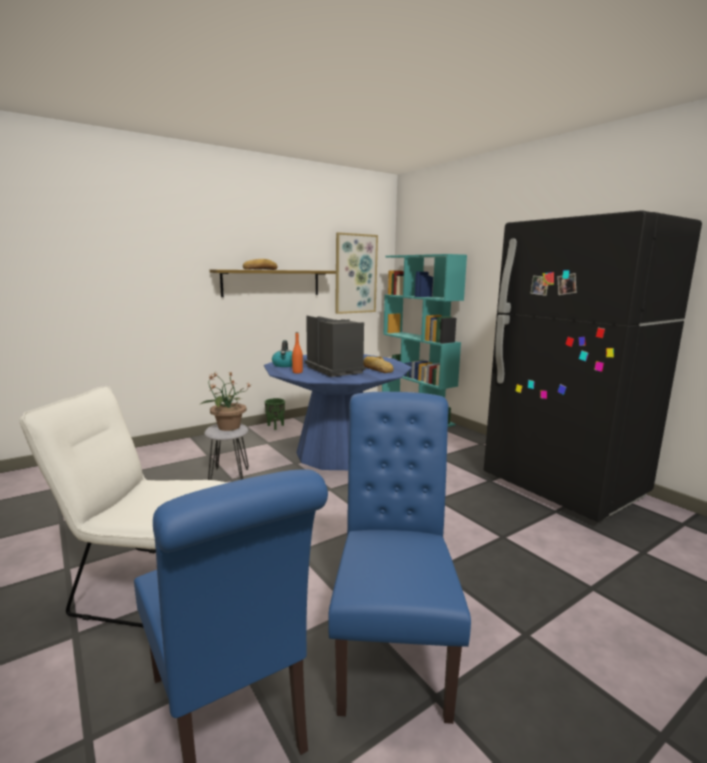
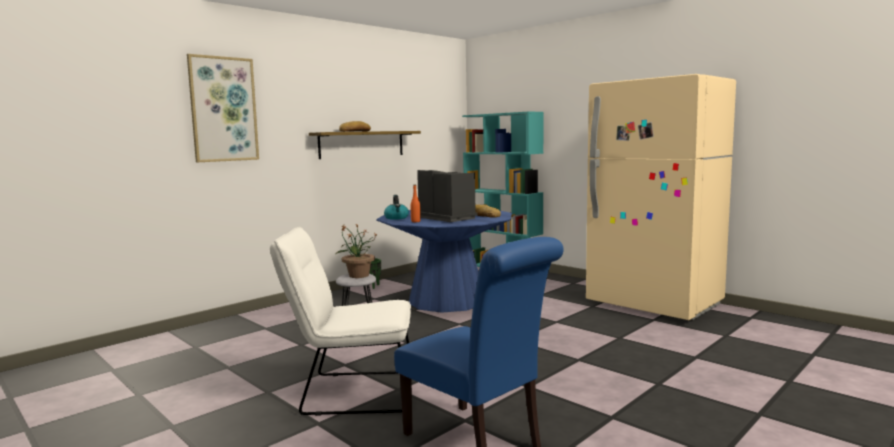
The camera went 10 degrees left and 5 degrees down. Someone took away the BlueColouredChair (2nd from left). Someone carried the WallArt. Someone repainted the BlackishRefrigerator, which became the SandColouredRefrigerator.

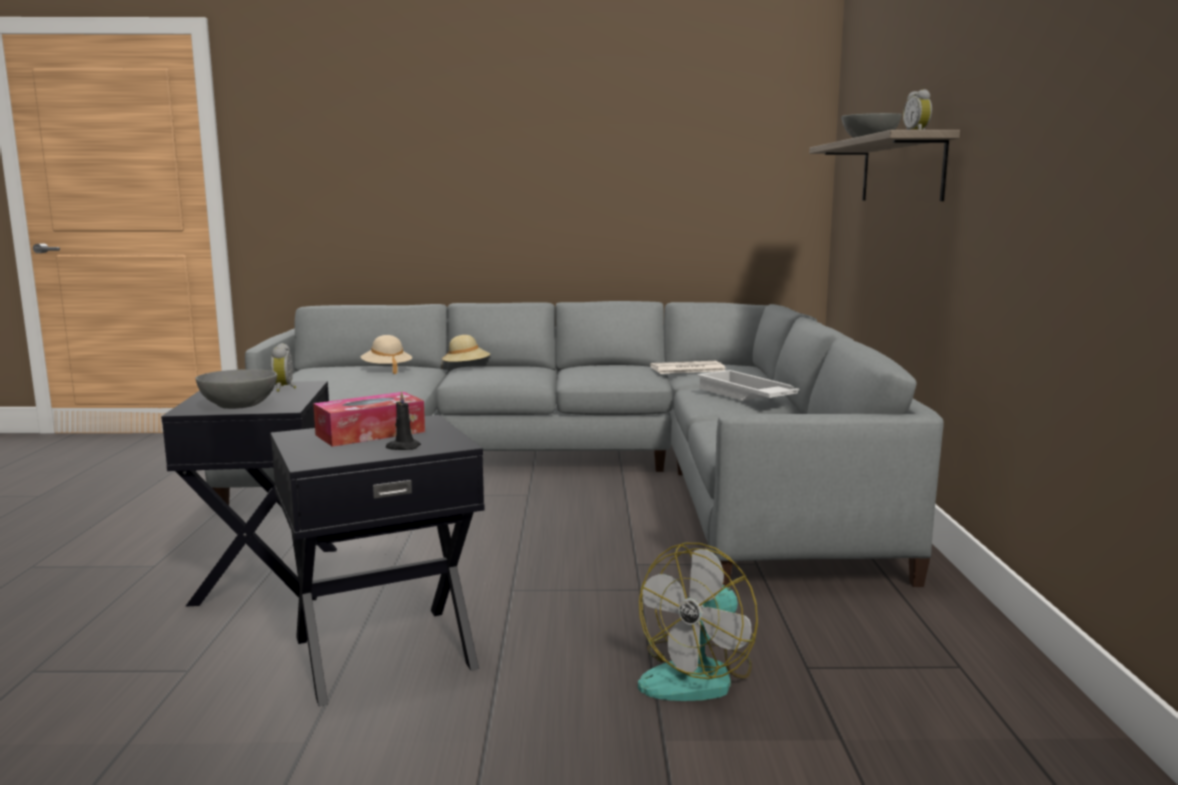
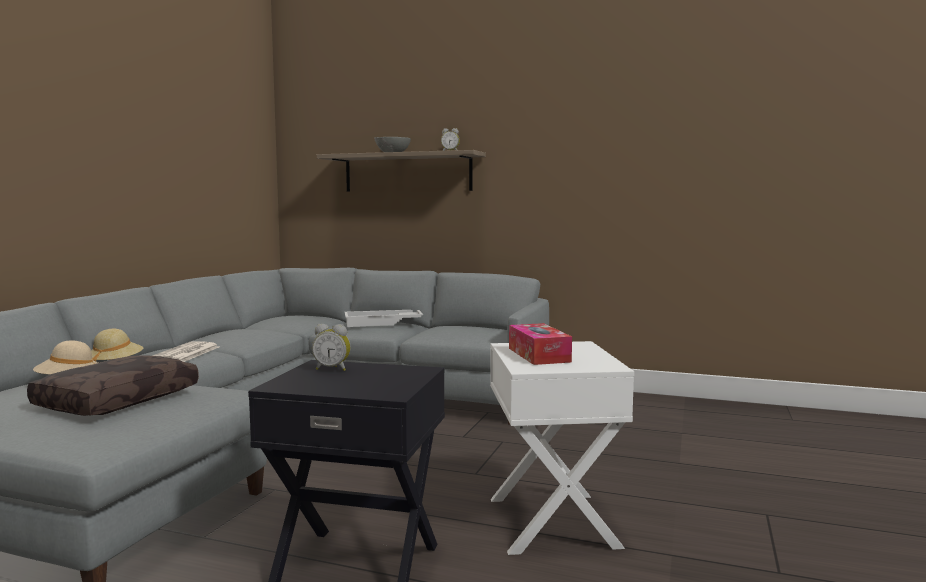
The camera went 70 degrees left and 5 degrees down. Someone took away the GreyishDeepDish (1st from left). Someone repainted the BlackishSideTable (2nd from left), which became the WhiteColouredSideTable. Someone took away the BlackishWaxCandle. Someone took away the CoolingFan. Someone carried the DailyPaper. Someone put down the BrownColouredThrowPillow.

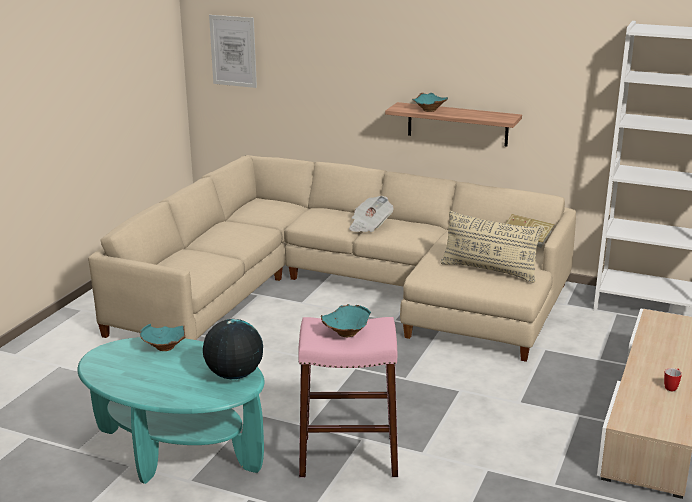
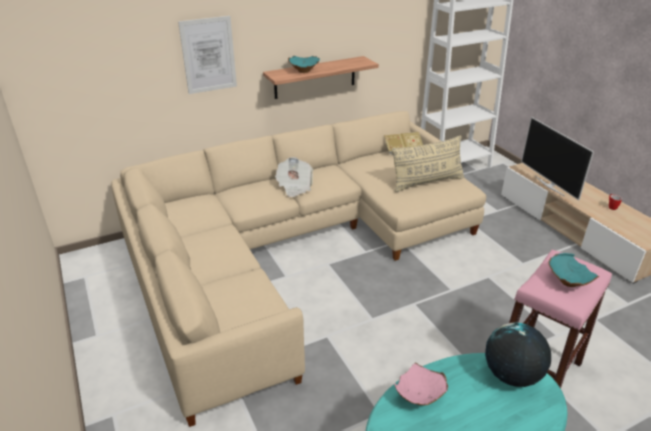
The camera went 50 degrees left and 10 degrees up. Someone repainted the BlueGreenDeepDish (1st from left), which became the PinkColouredDeepDish. Someone carried the WallArt. Someone put down the Tv.

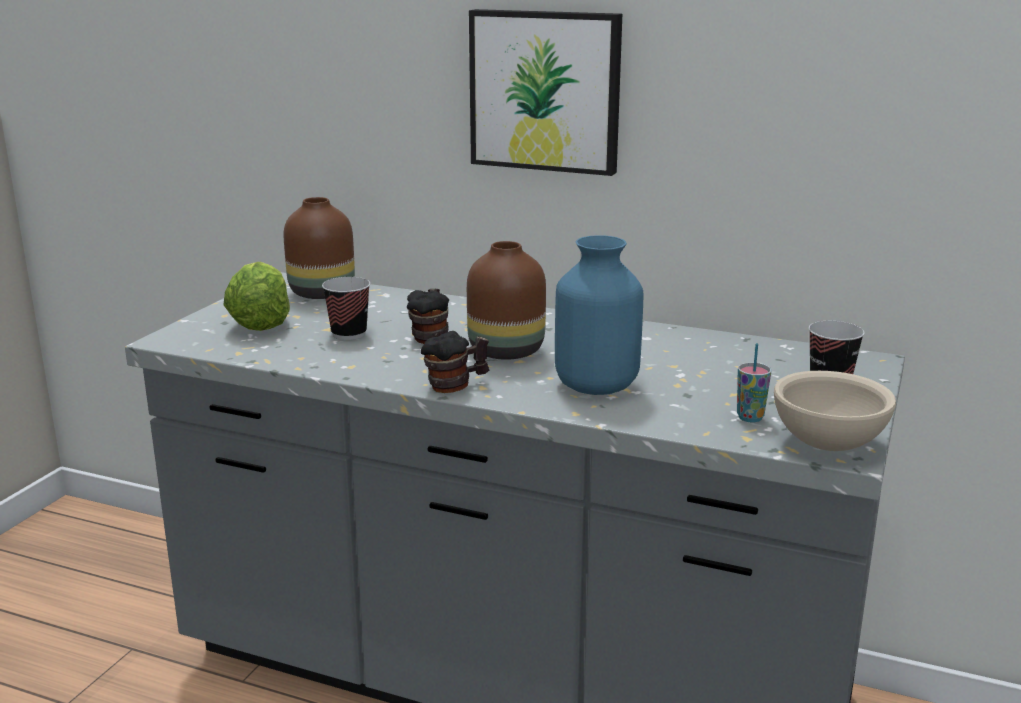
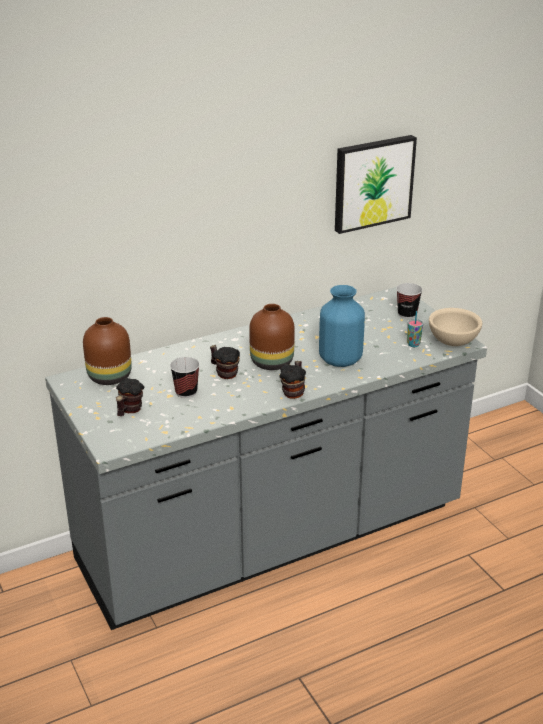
The camera went 50 degrees left and 10 degrees up. Someone swapped the Lettuce for the Mug (1st from left). Someone carried the WallArt.

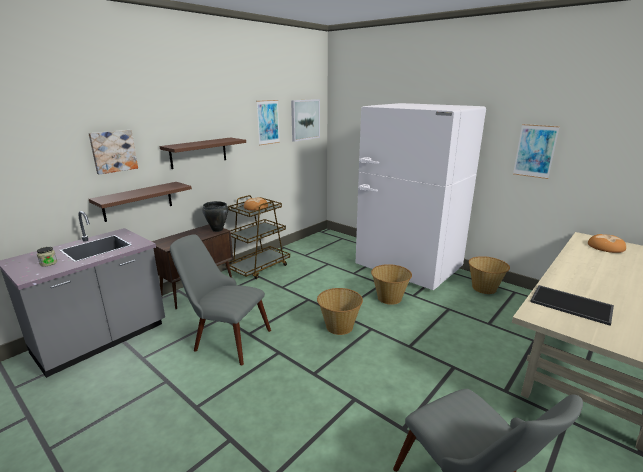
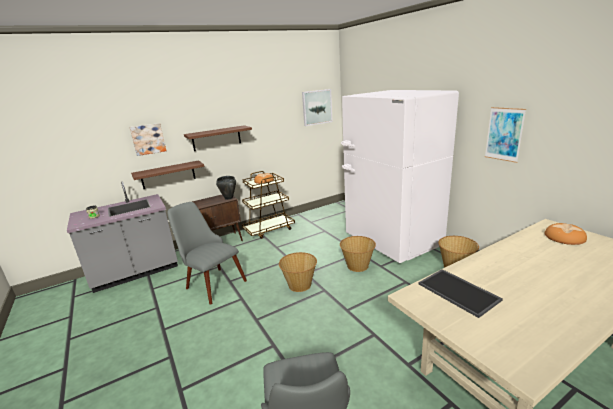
The camera went 20 degrees right and 0 degrees up. Someone took away the WallArt (2nd from left).

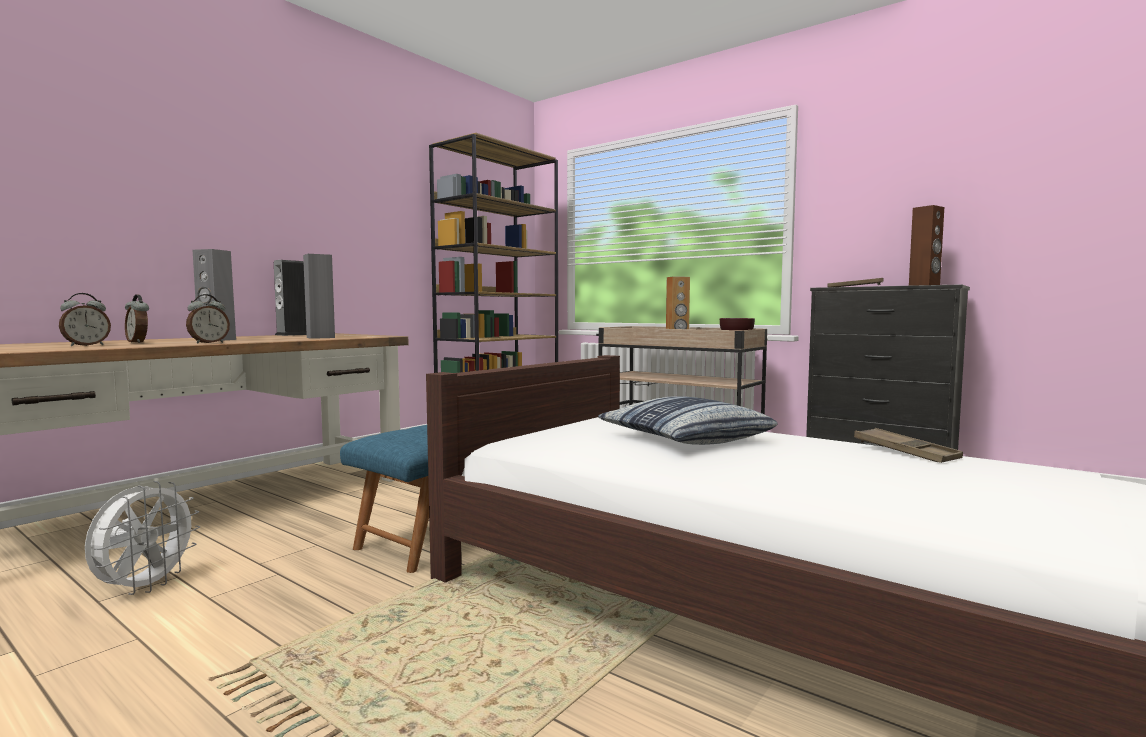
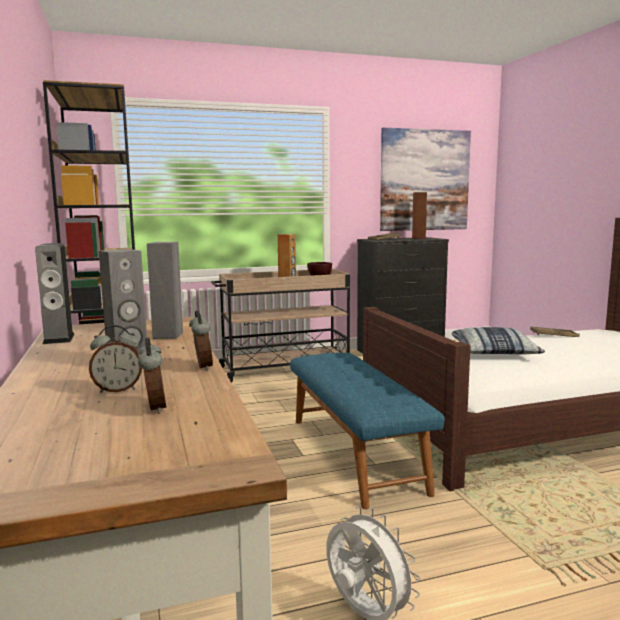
The camera went 55 degrees left and 5 degrees up. Someone put up the WallArt.

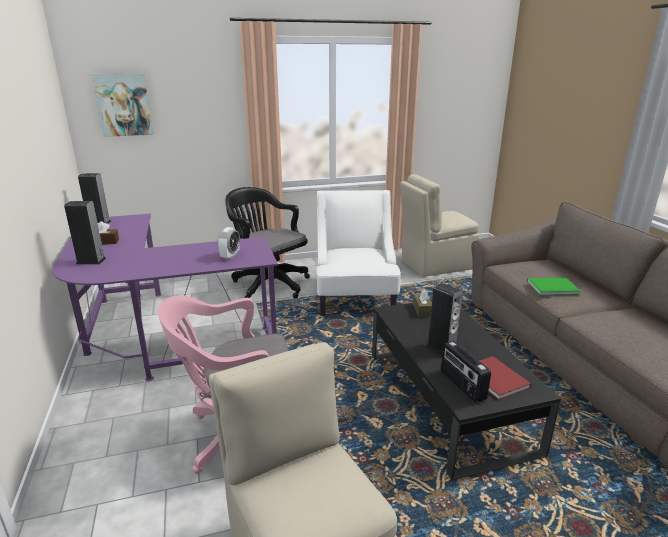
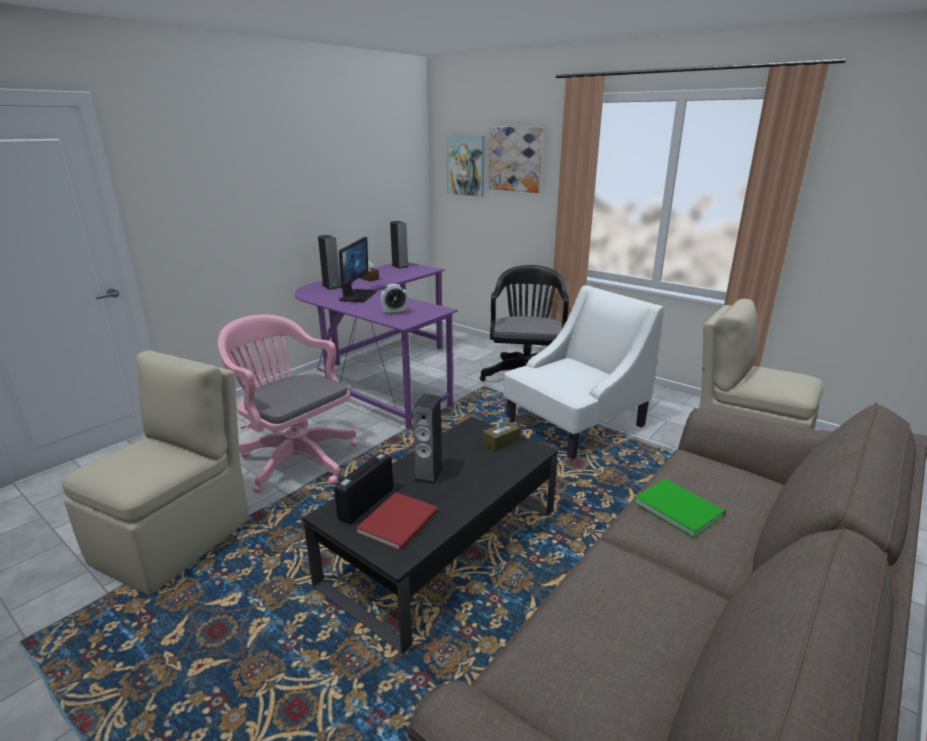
The camera went 55 degrees right and 0 degrees up. Someone put down the ComputerDisplay. Someone put up the WallArt (2nd from left).

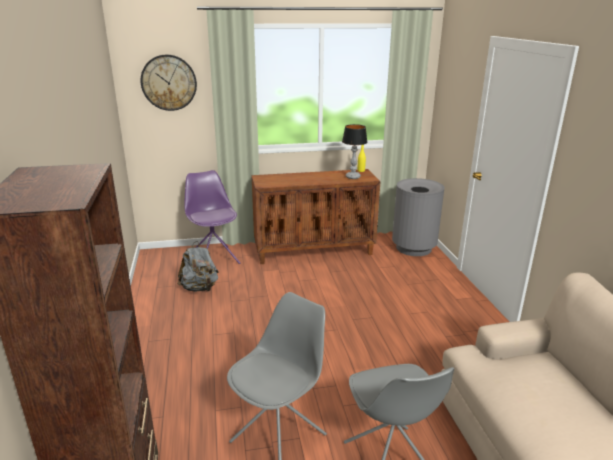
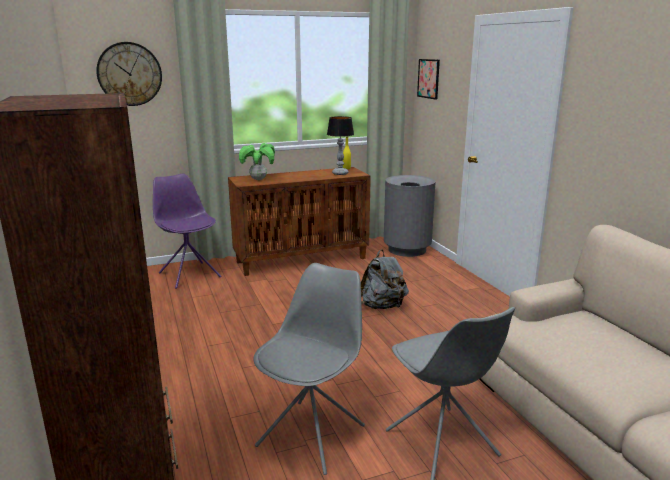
The camera went 10 degrees left and 5 degrees down. Someone carried the GreyishBackpack. Someone put down the Houseplant. Someone put up the WallArt.

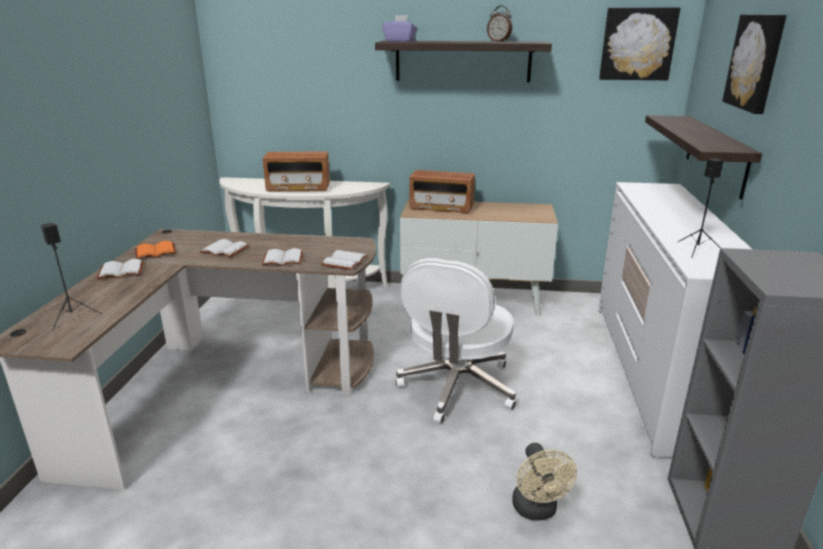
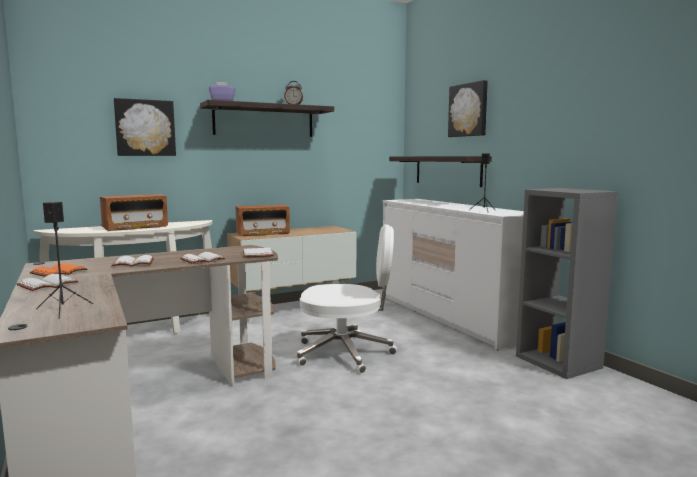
The camera went 35 degrees left and 15 degrees down. Someone rotated the WhiteColouredDeskChair by 75 degrees counterclockwise. Someone took away the SandColouredCoolingFan. Someone carried the WallArt (1st from left).

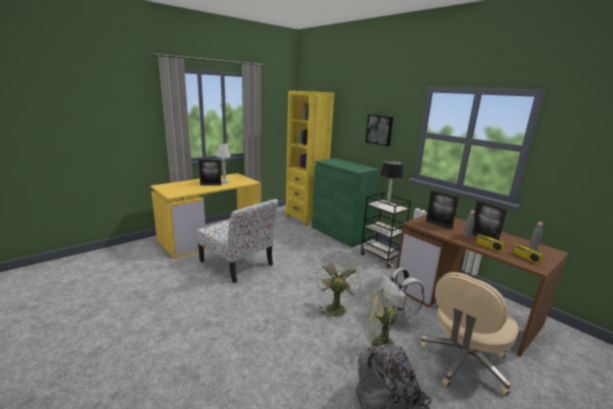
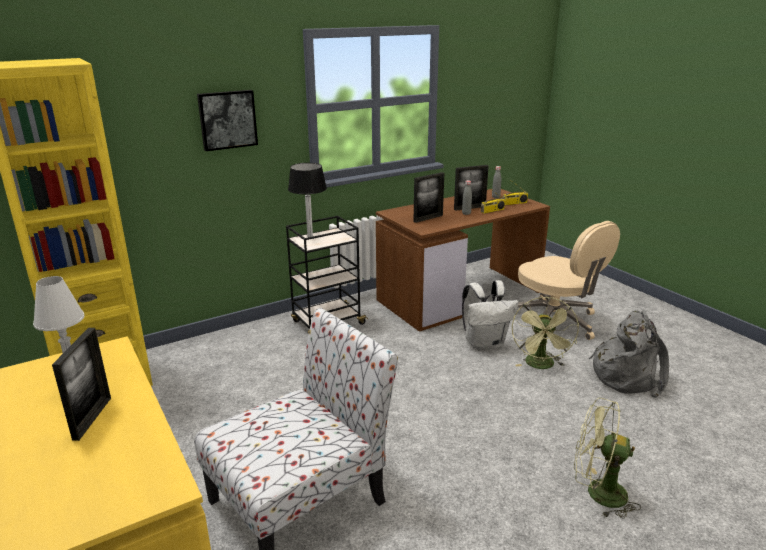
The camera went 80 degrees left and 5 degrees up. Someone took away the GreenishCabinet. Someone carried the GreenishCoolingFan (1st from left in the first image).

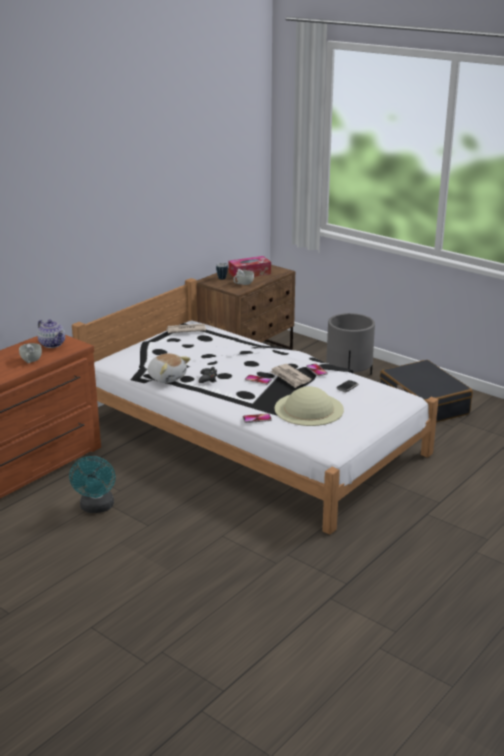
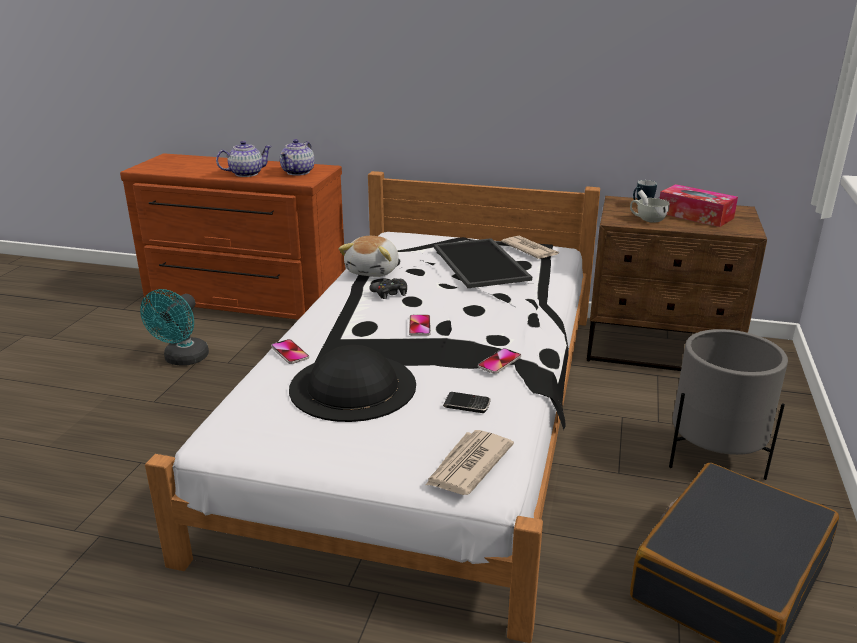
The camera went 65 degrees right and 0 degrees up. Someone swapped the WhiteColouredCup (1st from left) for the Teapot (1st from left). Someone rotated the BlueGreenCoolingFan by 45 degrees counterclockwise. Someone carried the DailyPaper (2nd from left in the first image). Someone repainted the SandColouredWearableHat, which became the BlackishWearableHat. Someone put down the Tray.

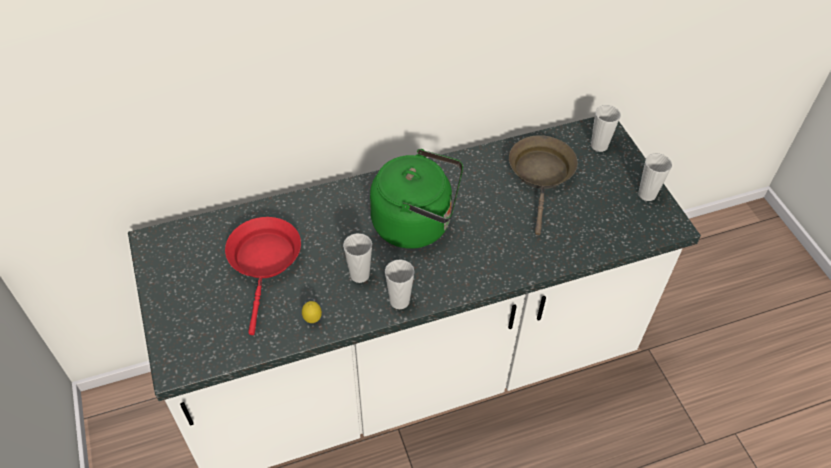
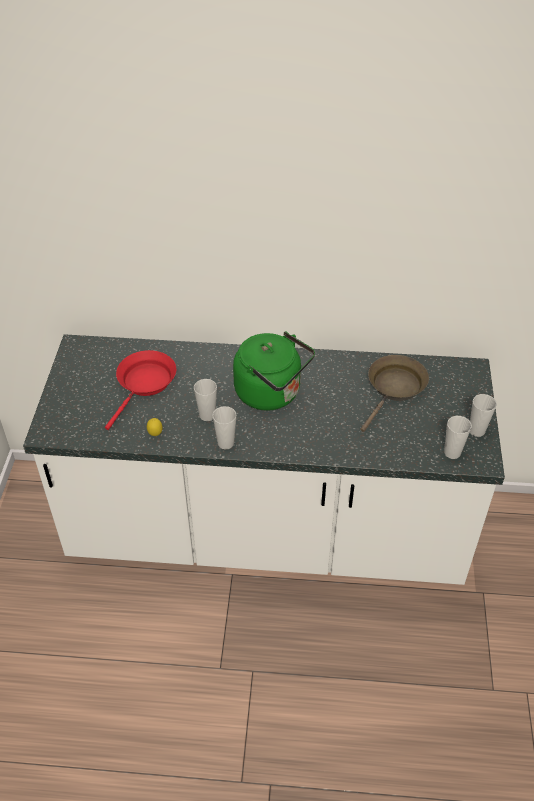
The camera went 25 degrees right and 5 degrees down. Someone carried the Cup (3rd from left).

